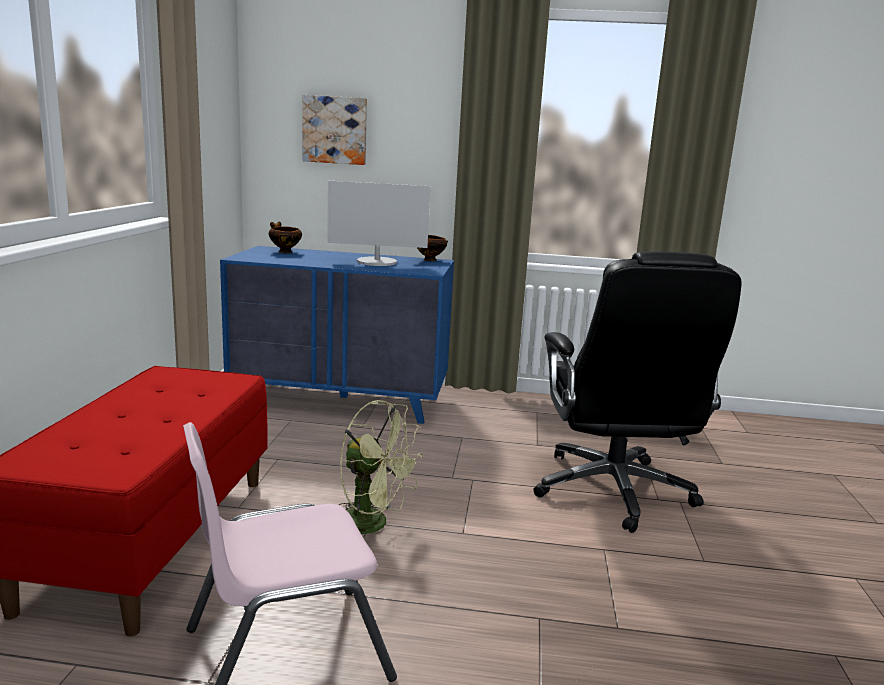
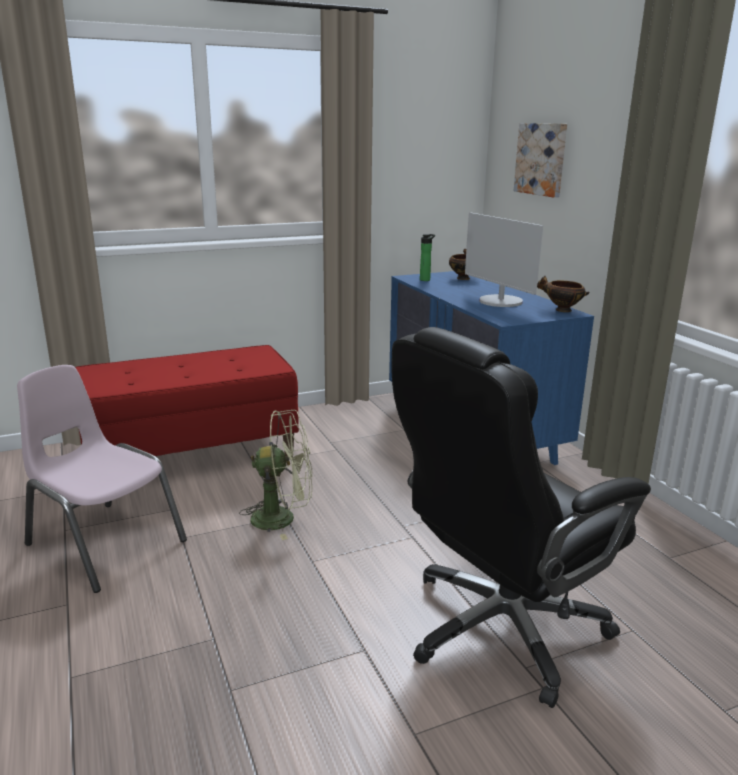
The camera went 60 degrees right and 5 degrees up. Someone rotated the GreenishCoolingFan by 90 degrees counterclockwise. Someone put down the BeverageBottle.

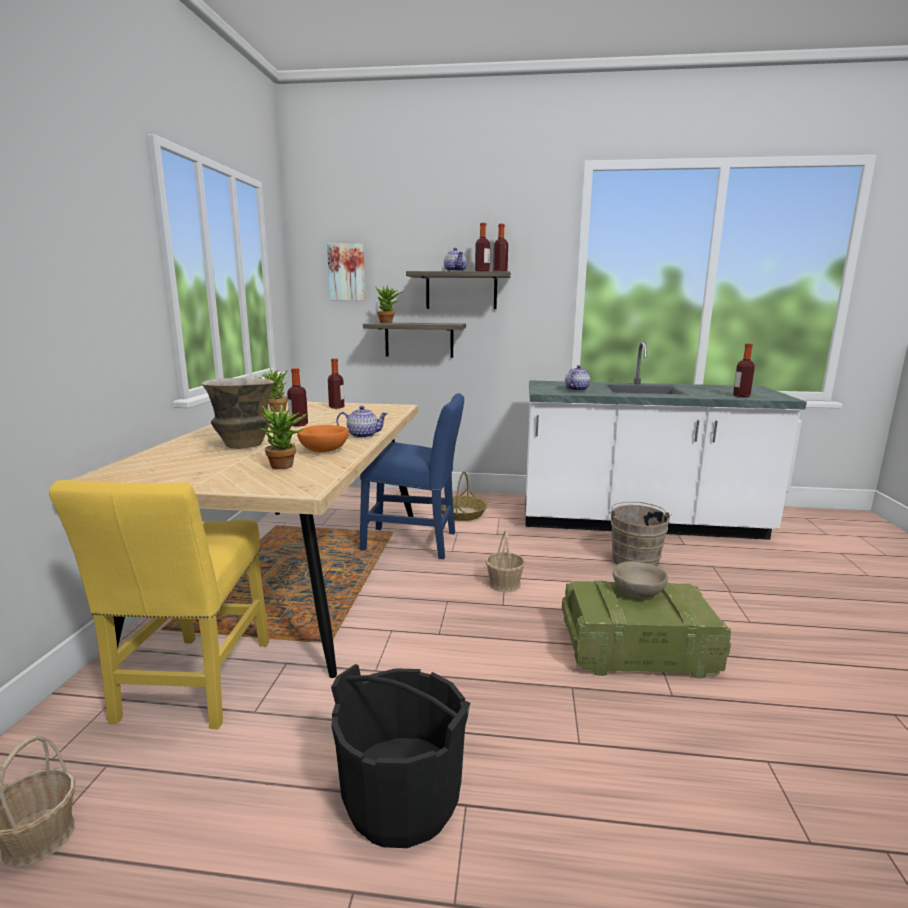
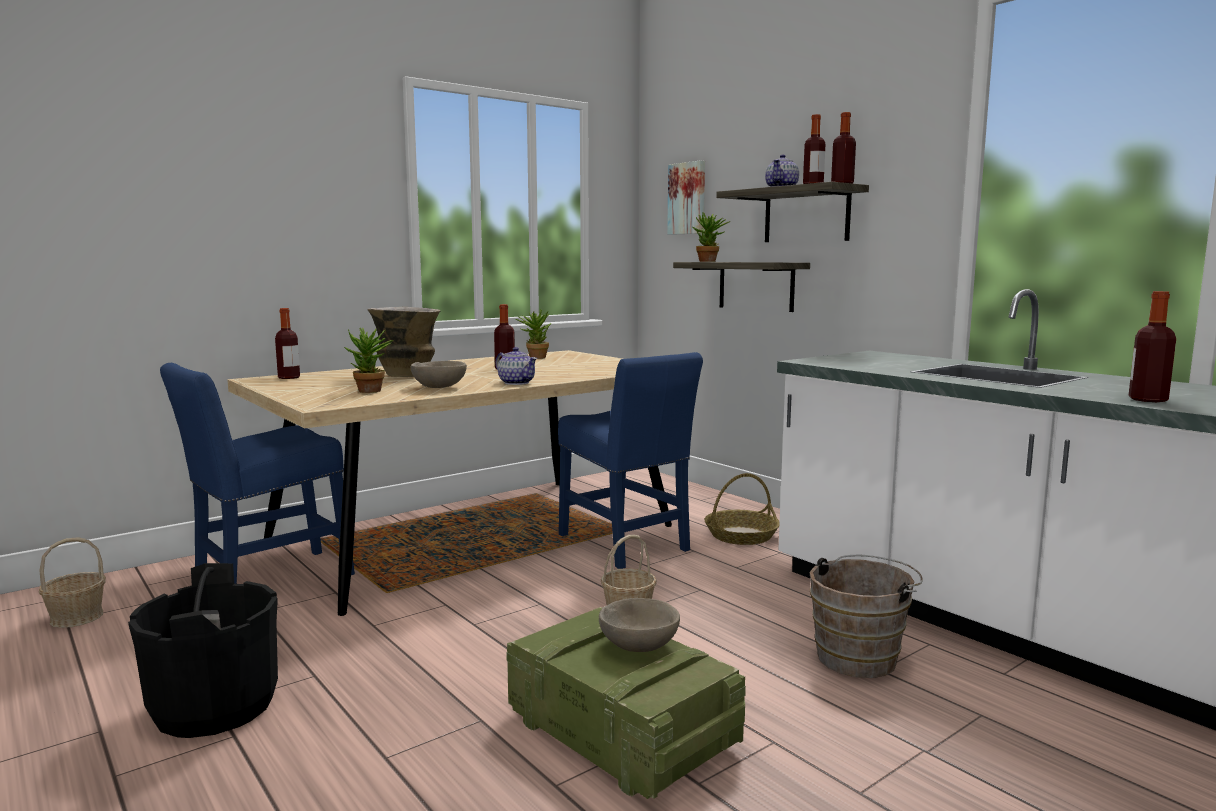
The camera went 45 degrees right and 5 degrees down. Someone repainted the YellowishChair, which became the BlueColouredChair (1st from left). Someone repainted the OrangeColouredDeepDish, which became the SandColouredDeepDish (1st from left). Someone carried the BeverageBottle (2nd from left in the first image). Someone took away the Teapot (3rd from left).

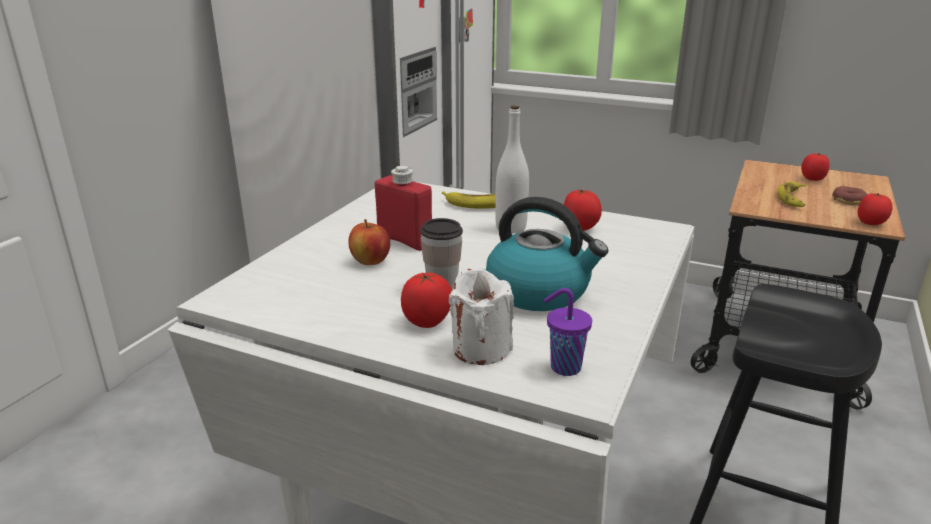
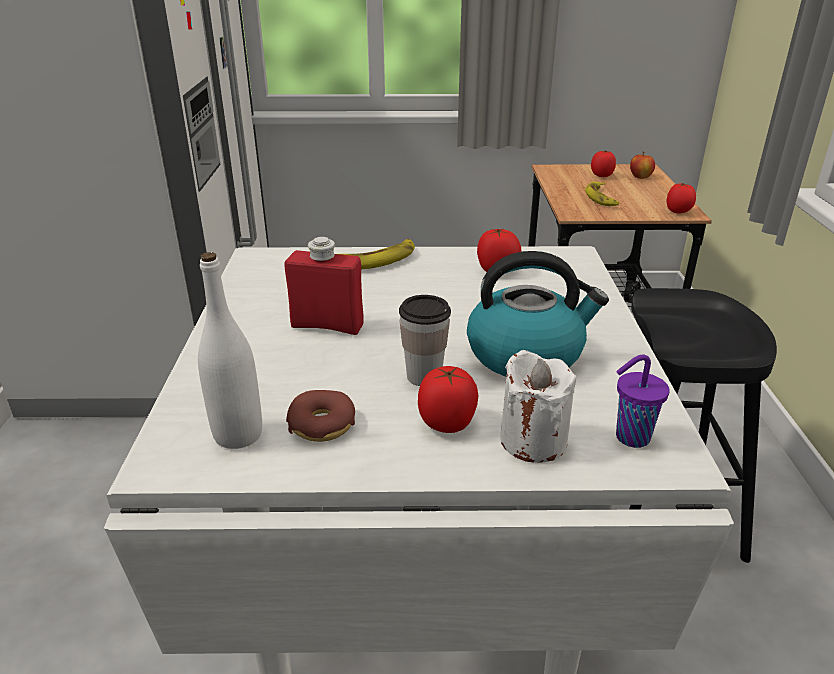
The camera went 25 degrees left and 5 degrees up. Someone carried the Apple. Someone carried the WhiteColouredBeverageBottle. Someone carried the RingDoughnut.

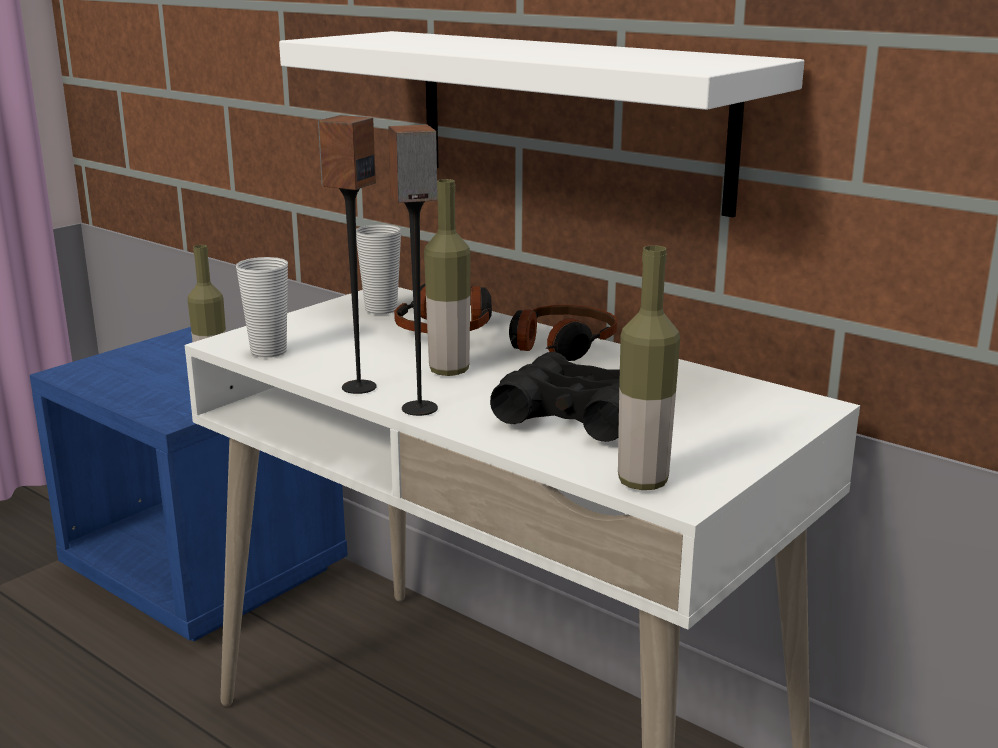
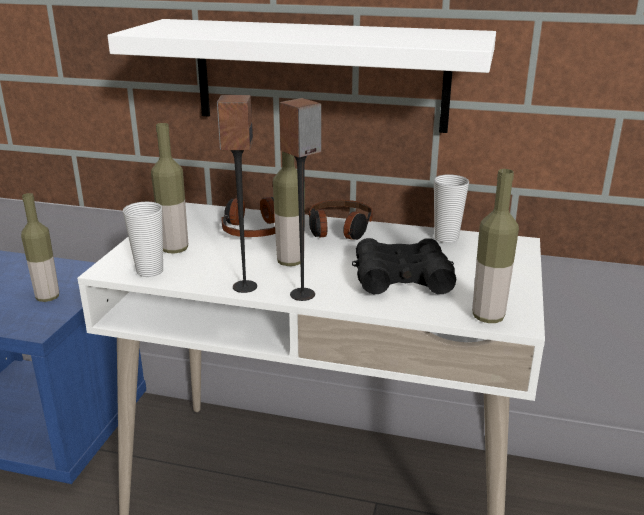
The camera went 25 degrees left and 5 degrees up. Someone carried the Cup (2nd from left). Someone put down the BeverageBottle (2nd from left).

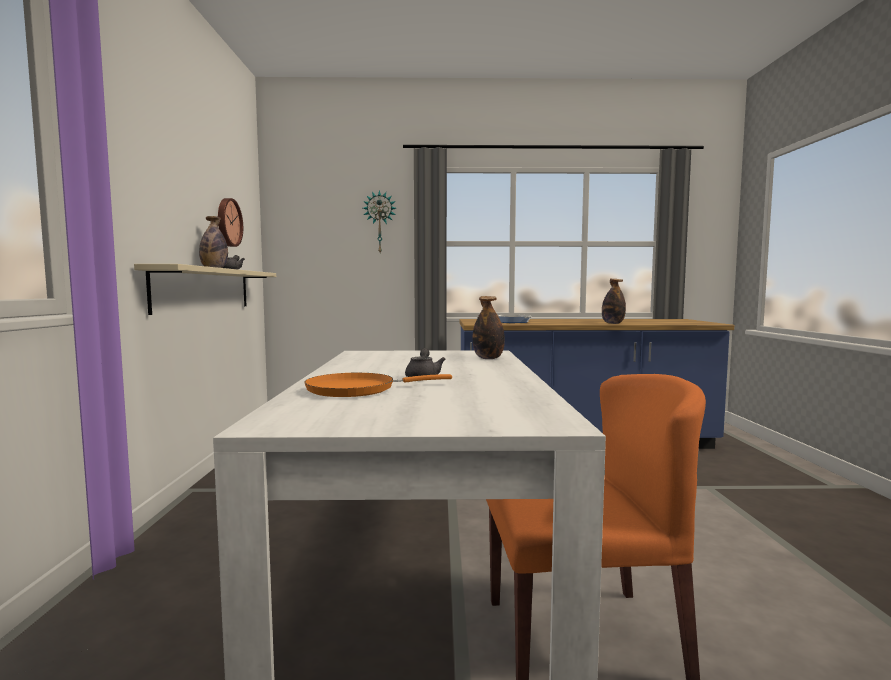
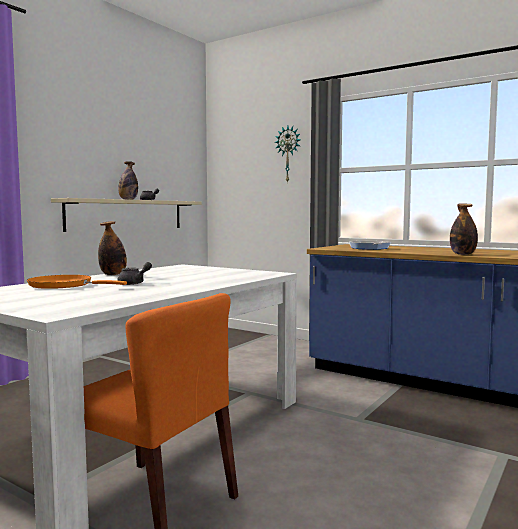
The camera went 35 degrees right and 0 degrees up. Someone took away the WallClock (1st from left). Someone carried the BeverageBottle (2nd from left in the first image).

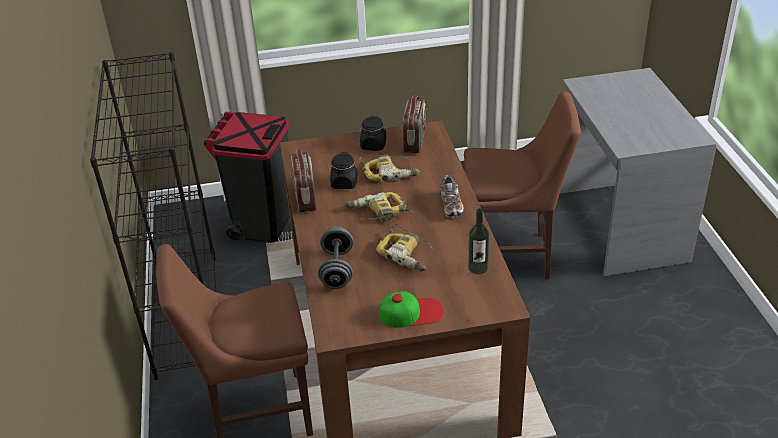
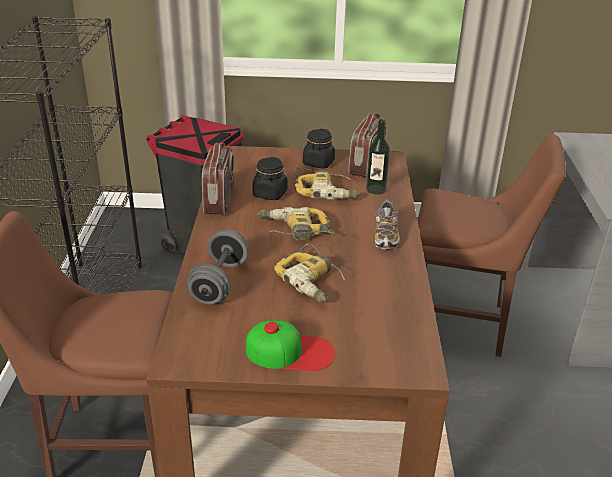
The camera went 10 degrees right and 5 degrees down. Someone carried the BeverageBottle.

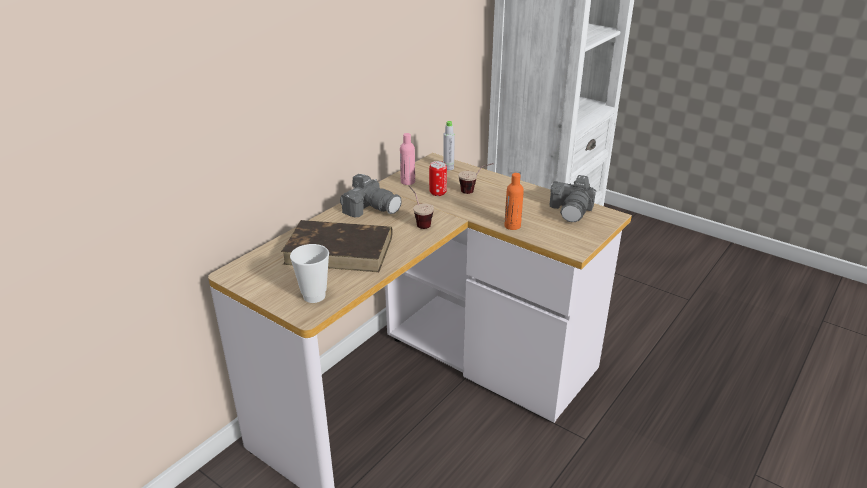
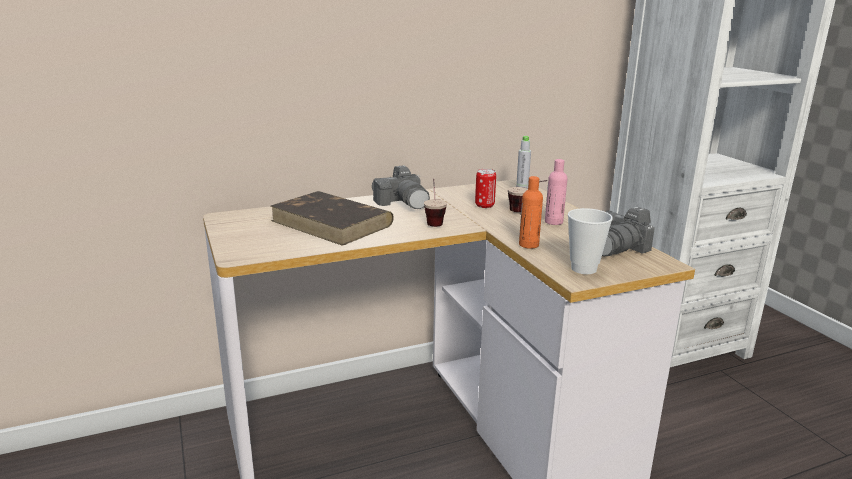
The camera went 30 degrees right and 10 degrees down. Someone carried the Cup (1st from left in the first image). Someone carried the PinkColouredBeverageBottle.

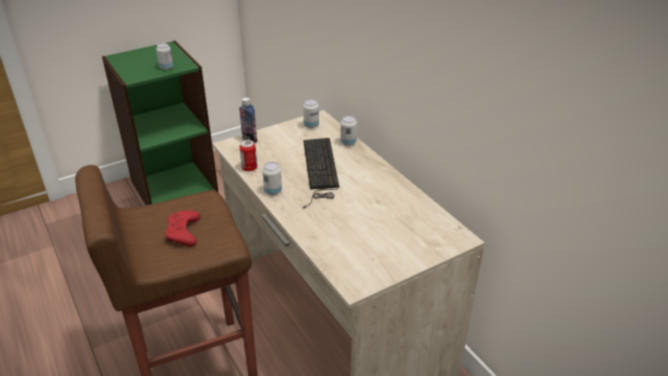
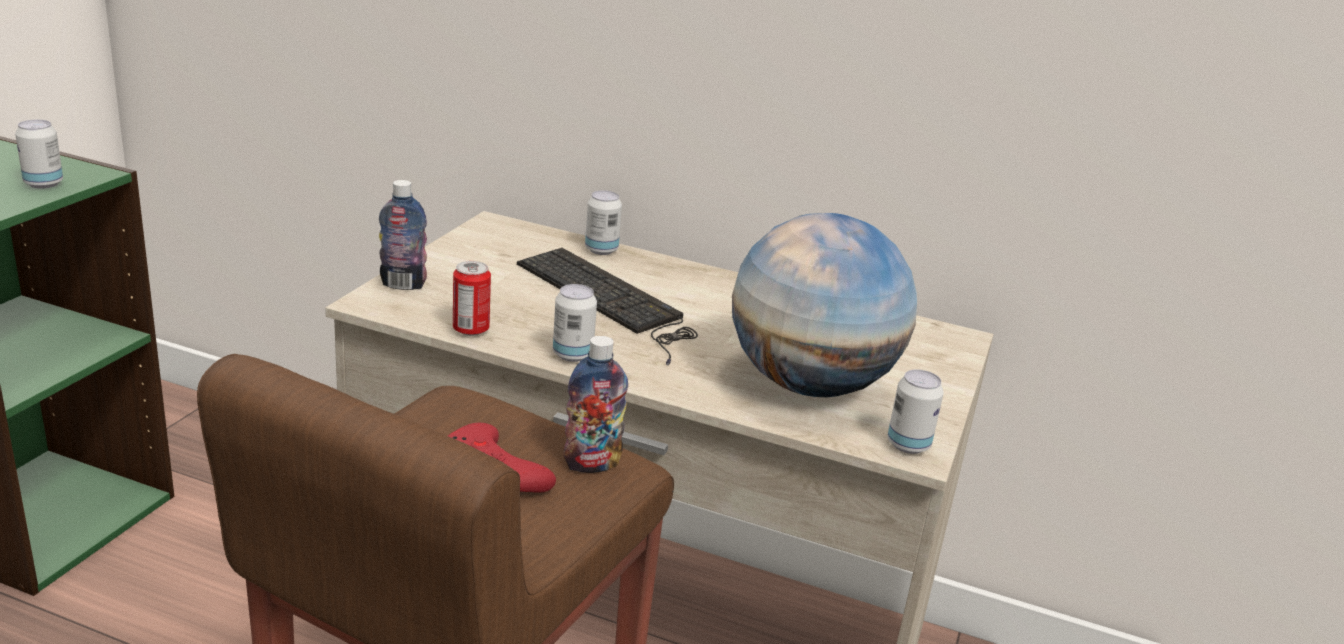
The camera went 40 degrees left and 10 degrees down. Someone carried the Can (4th from left in the first image). Someone put down the BeverageBottle (2nd from left). Someone put down the DeskGlobe.

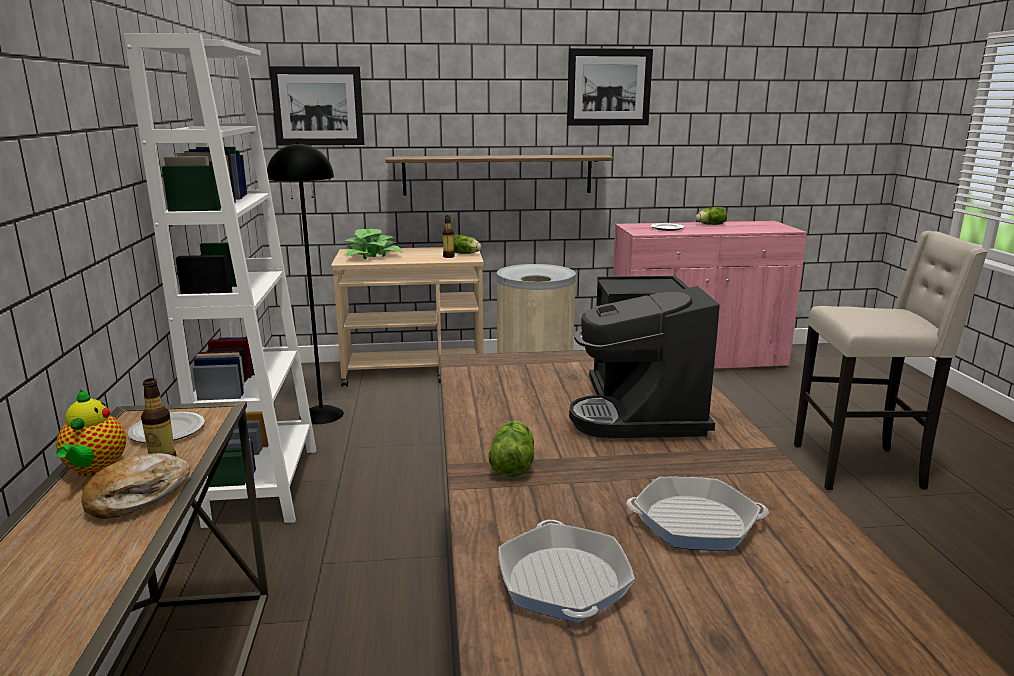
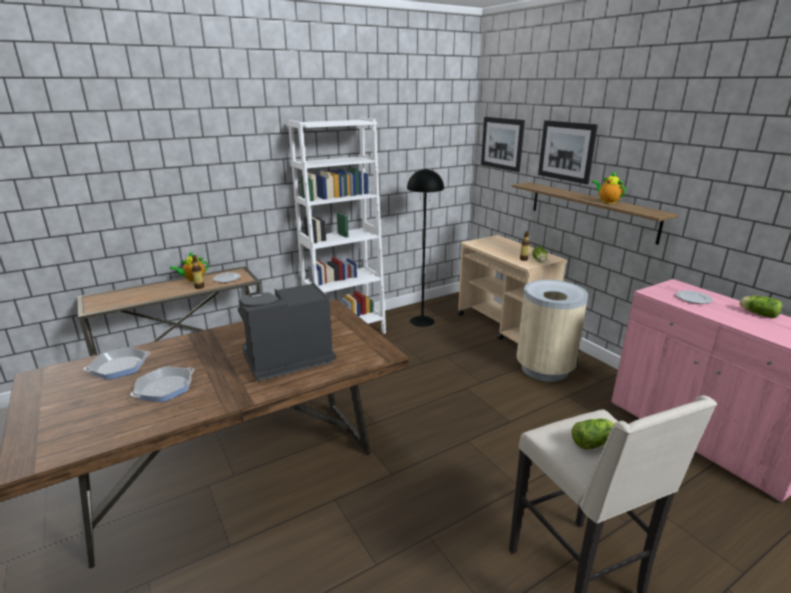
The camera went 65 degrees right and 5 degrees up. Someone took away the Bread. Someone took away the Houseplant. Someone carried the Lettuce (2nd from left). Someone carried the WallArt (2nd from left). Someone rotated the Pan (2nd from left) by 120 degrees counterclockwise. Someone put down the Teapot (2nd from left).

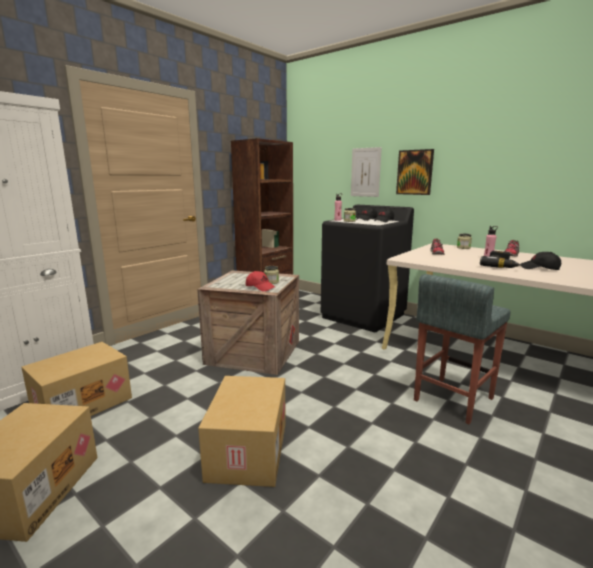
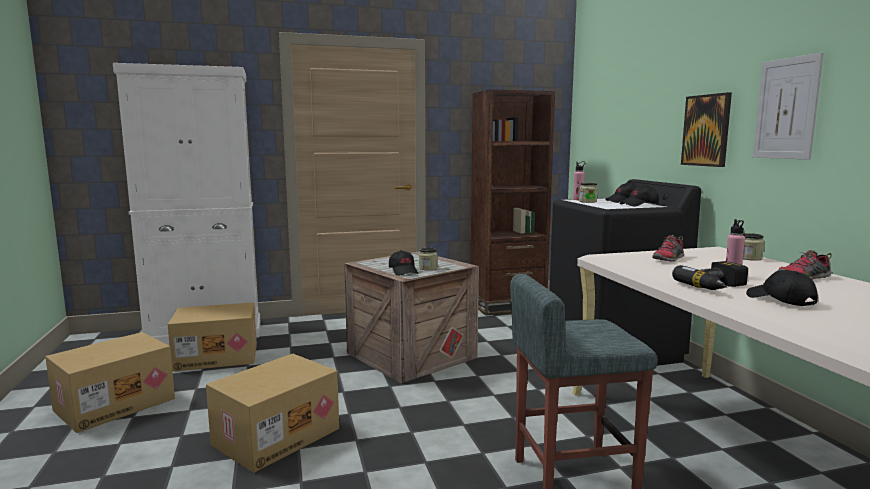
The camera went 35 degrees right and 5 degrees down. Someone repainted the RedBaseballCap, which became the BlackishBaseballCap (1st from left). Someone carried the WallArt (1st from left in the first image).

